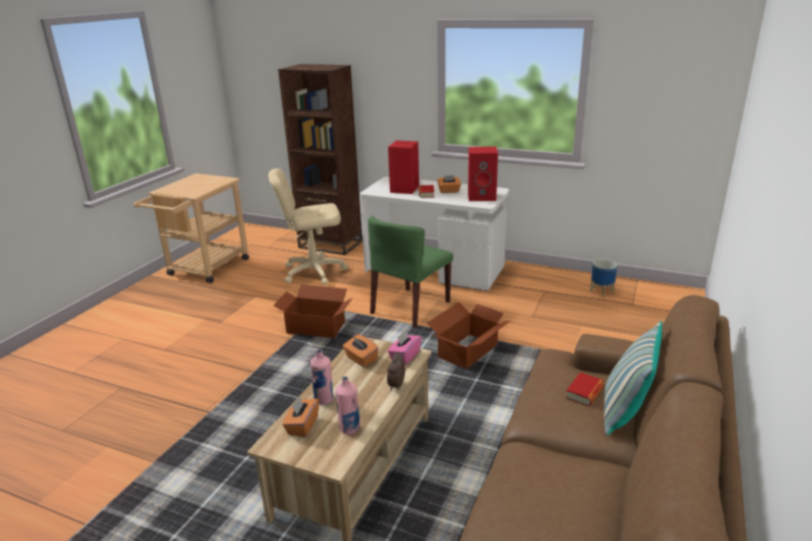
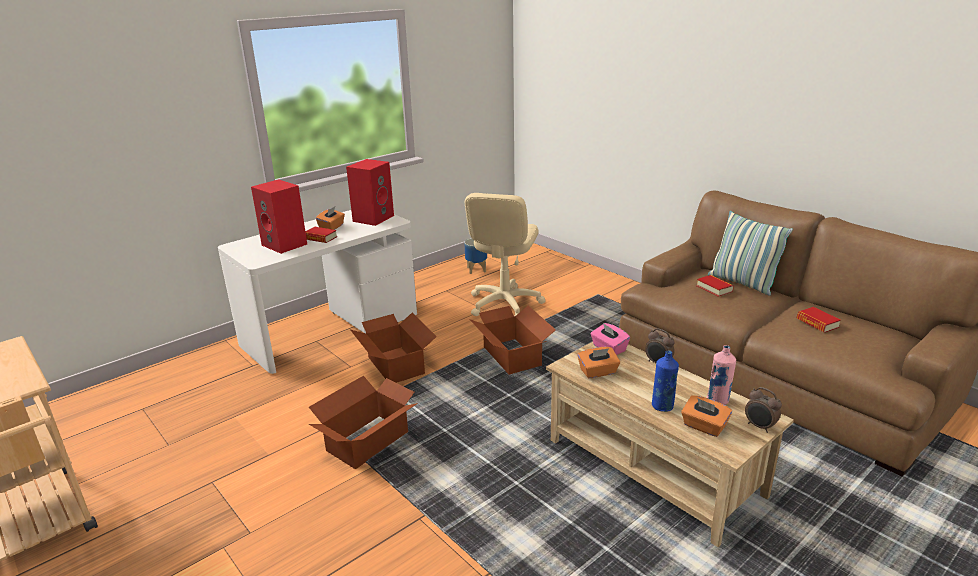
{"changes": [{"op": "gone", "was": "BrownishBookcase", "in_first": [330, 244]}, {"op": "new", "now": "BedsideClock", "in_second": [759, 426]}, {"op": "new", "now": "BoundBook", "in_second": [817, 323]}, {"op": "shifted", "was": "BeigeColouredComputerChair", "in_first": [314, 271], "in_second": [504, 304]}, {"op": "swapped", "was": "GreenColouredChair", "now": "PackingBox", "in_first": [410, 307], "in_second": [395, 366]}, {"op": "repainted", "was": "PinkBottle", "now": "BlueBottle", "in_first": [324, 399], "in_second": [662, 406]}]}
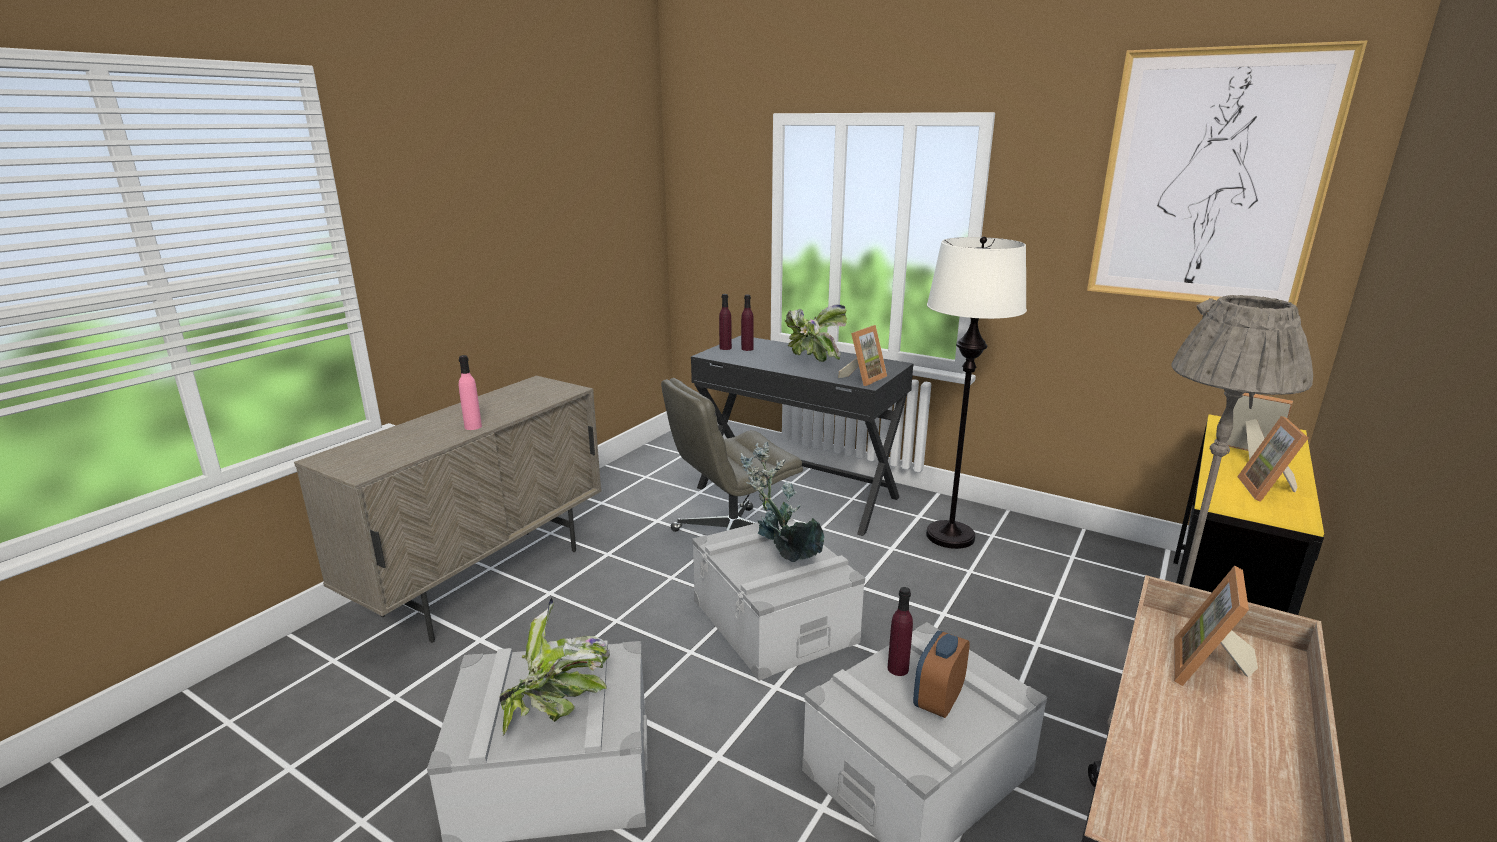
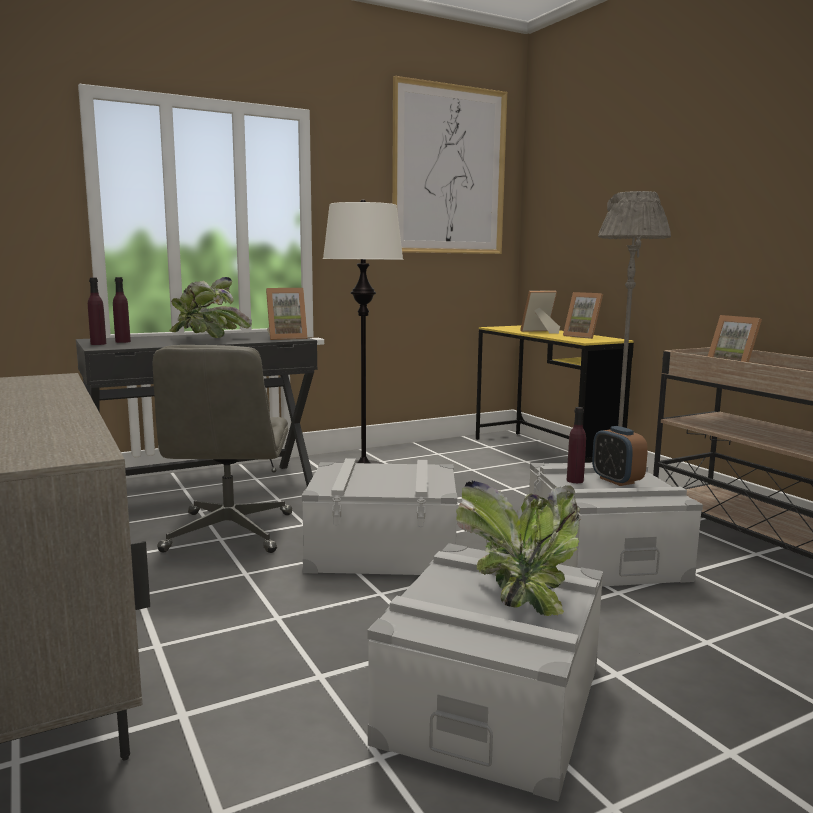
{"changes": [{"op": "gone", "was": "PinkBottle", "in_first": [473, 427]}, {"op": "gone", "was": "PottedPlant", "in_first": [782, 560]}, {"op": "rotated", "was": "PhotoFrame", "in_first": [863, 379], "in_second": [286, 338], "clockwise": 90}]}
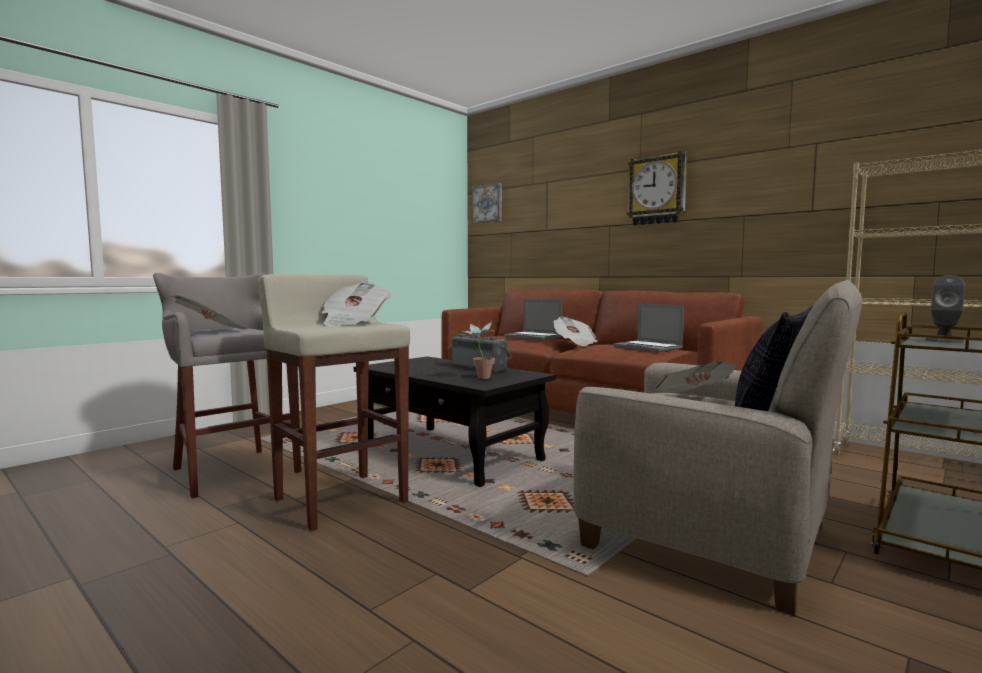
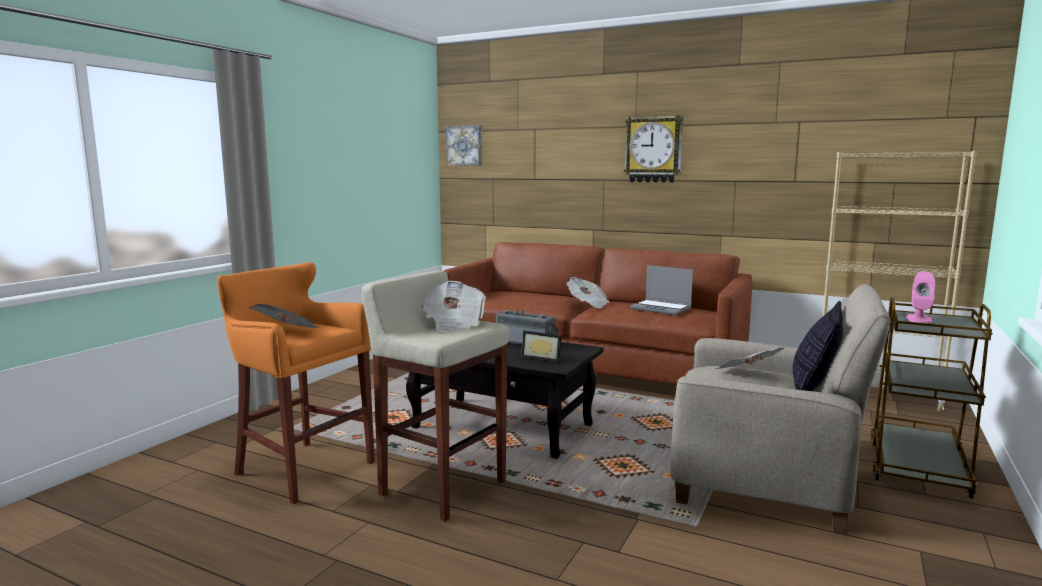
{"changes": [{"op": "gone", "was": "NotebookComputer", "in_first": [534, 337]}, {"op": "swapped", "was": "PottedPlant", "now": "PhotoFrame", "in_first": [479, 378], "in_second": [542, 358]}, {"op": "repainted", "was": "GraySittingStool", "now": "OrangeColouredSittingStool", "in_first": [232, 470], "in_second": [301, 468]}, {"op": "repainted", "was": "GrayLoudspeaker", "now": "PinkLoudspeaker", "in_first": [943, 340], "in_second": [919, 319]}]}
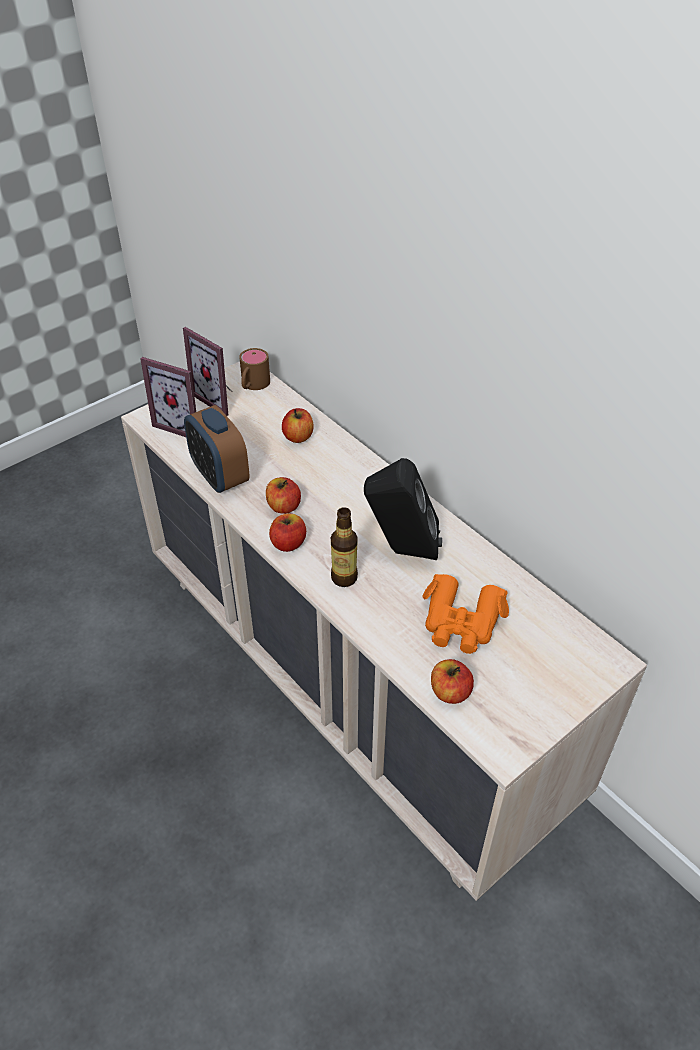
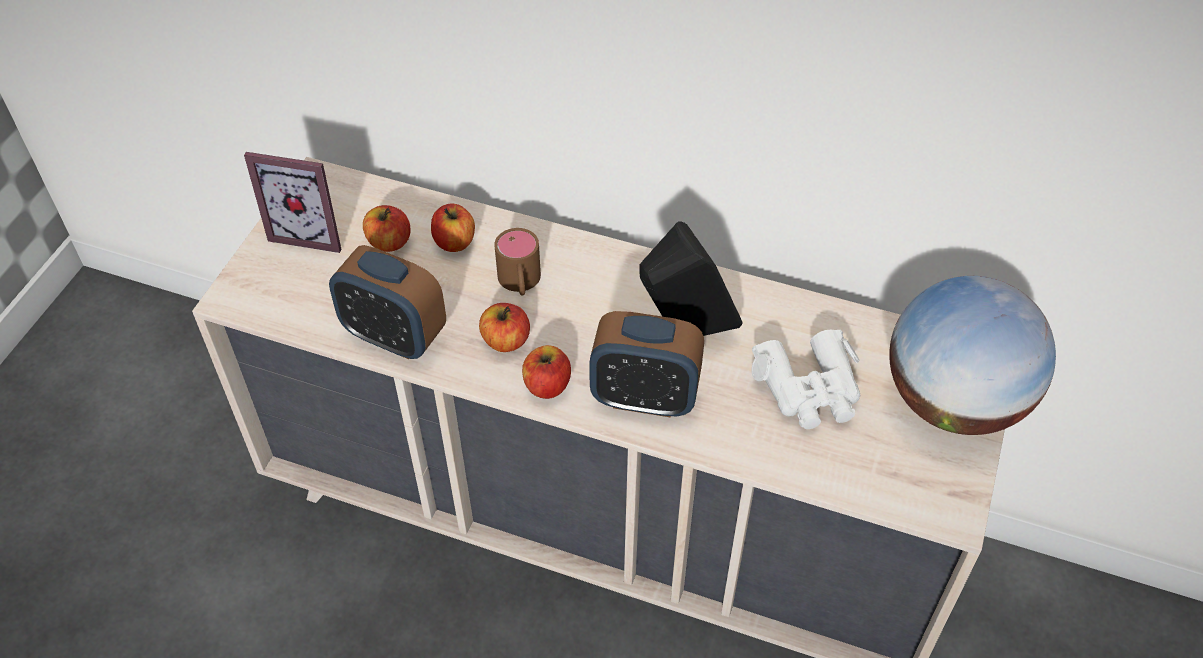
{"changes": [{"op": "gone", "was": "PhotoFrame", "in_first": [183, 424]}, {"op": "new", "now": "DeskGlobe", "in_second": [953, 401]}, {"op": "shifted", "was": "BrownishMug", "in_first": [253, 385], "in_second": [520, 283]}, {"op": "shifted", "was": "Apple", "in_first": [450, 692], "in_second": [389, 242]}, {"op": "swapped", "was": "Bottle", "now": "BedsideClock", "in_first": [344, 578], "in_second": [644, 397]}, {"op": "repainted", "was": "OrangeColouredPairOfBinoculars", "now": "WhitePairOfBinoculars", "in_first": [461, 622], "in_second": [809, 389]}]}
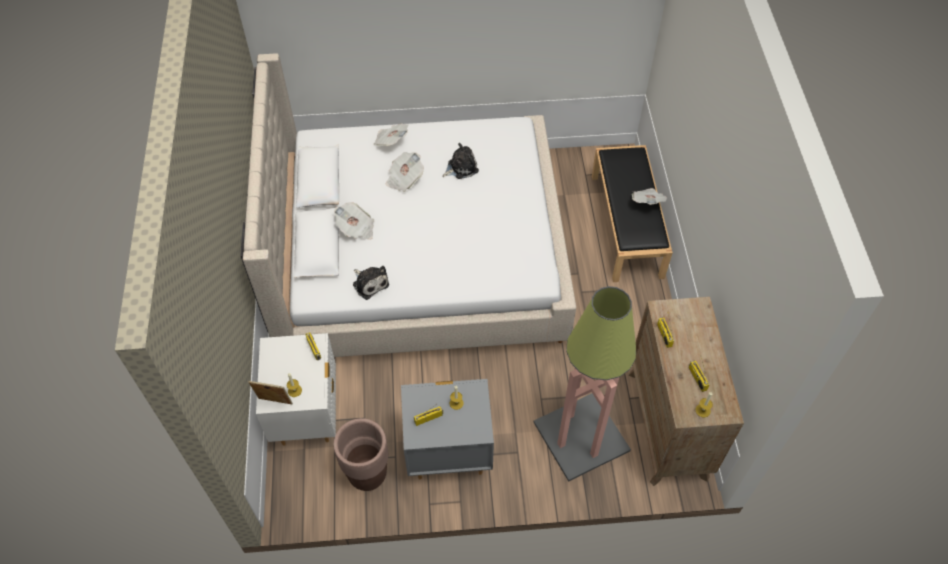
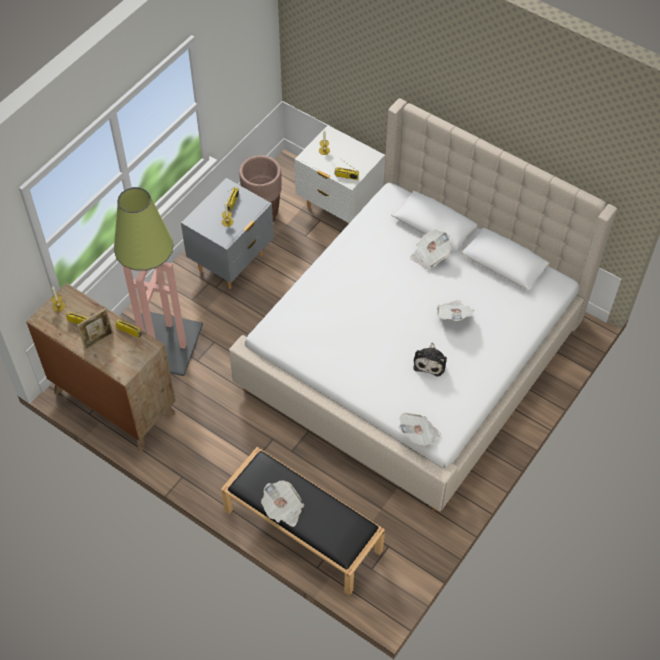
{"changes": [{"op": "gone", "was": "PlushToy", "in_first": [370, 283]}, {"op": "shifted", "was": "PhotoFrame", "in_first": [274, 402], "in_second": [98, 340]}, {"op": "shifted", "was": "PrintedPaper", "in_first": [391, 141], "in_second": [419, 434]}]}
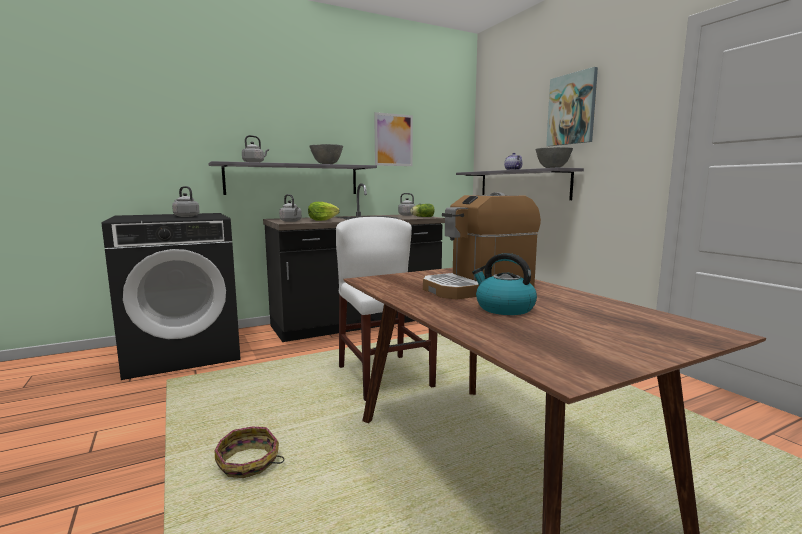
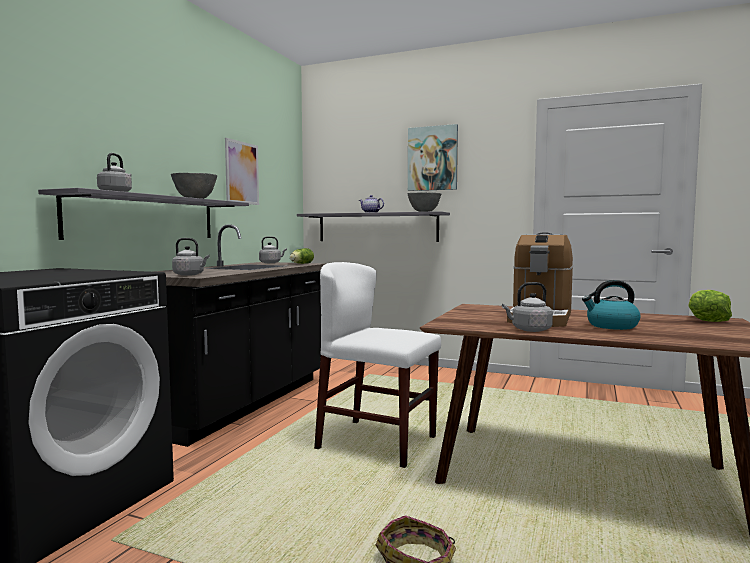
{"changes": [{"op": "shifted", "was": "GrayTeaKettle", "in_first": [185, 216], "in_second": [529, 330]}, {"op": "shifted", "was": "Lettuce", "in_first": [322, 220], "in_second": [706, 320]}]}
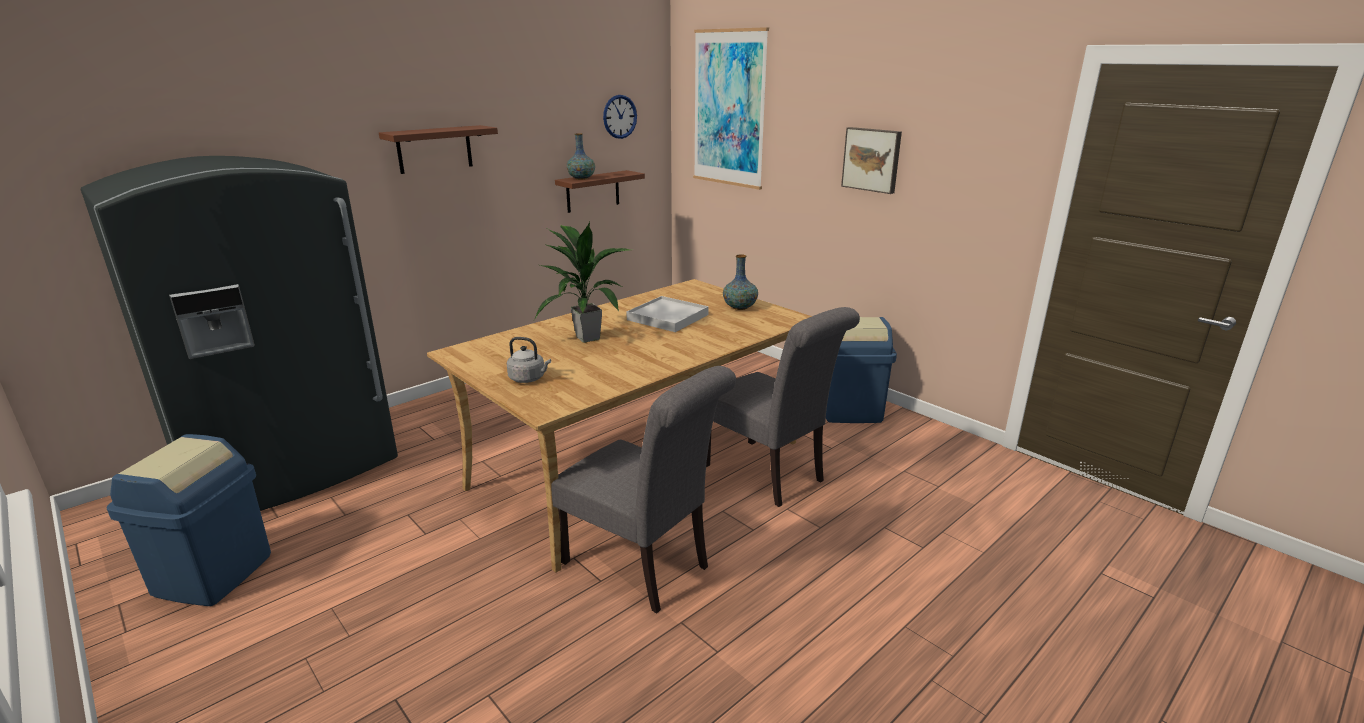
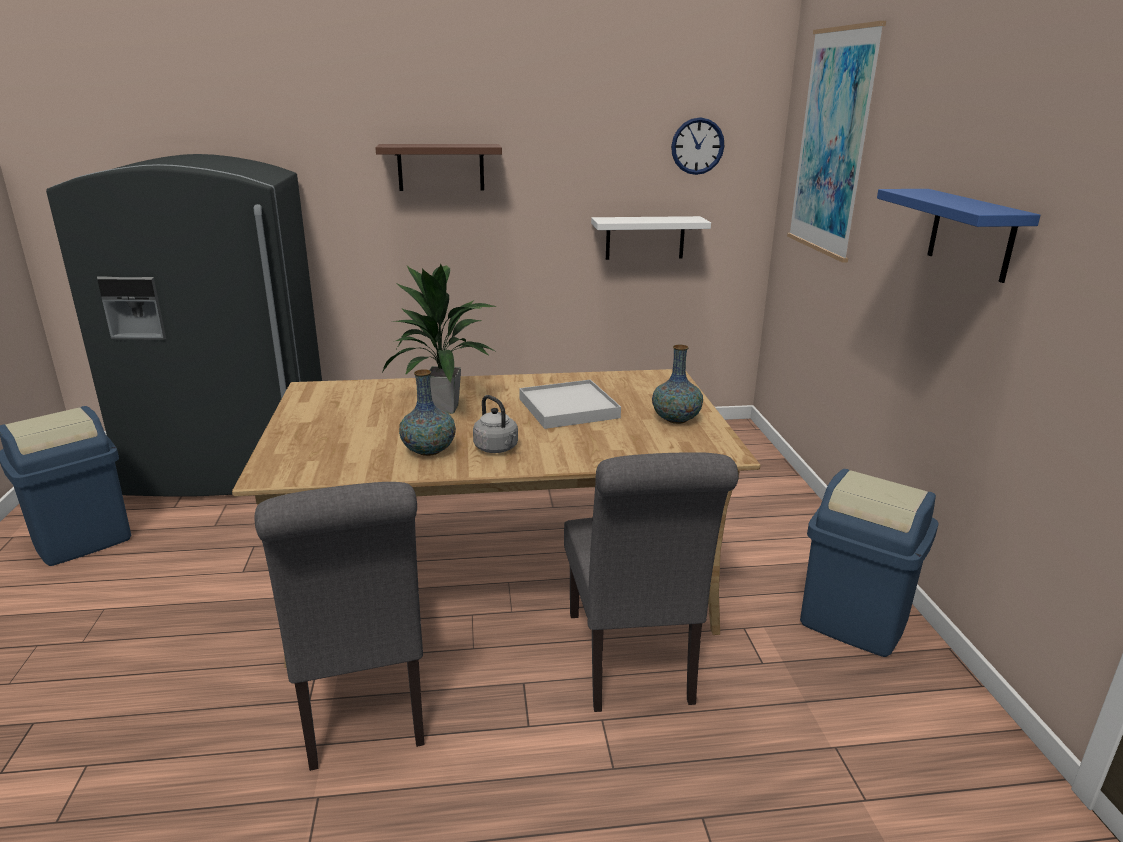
{"changes": [{"op": "shifted", "was": "GrayTeaKettle", "in_first": [529, 379], "in_second": [497, 448]}, {"op": "shifted", "was": "Vase", "in_first": [581, 178], "in_second": [429, 450]}, {"op": "swapped", "was": "Picture", "now": "BlueWallShelf", "in_first": [872, 159], "in_second": [971, 234]}, {"op": "repainted", "was": "BrownishWallShelf", "now": "WhiteWallShelf", "in_first": [593, 191], "in_second": [645, 237]}]}
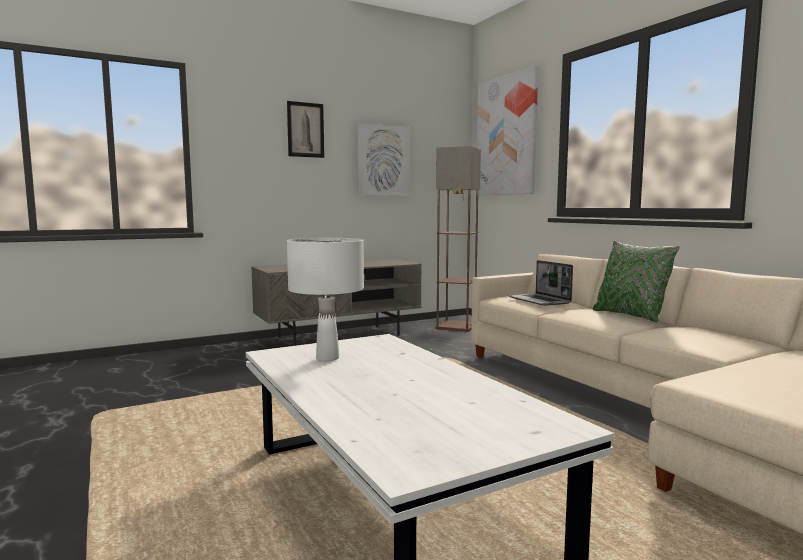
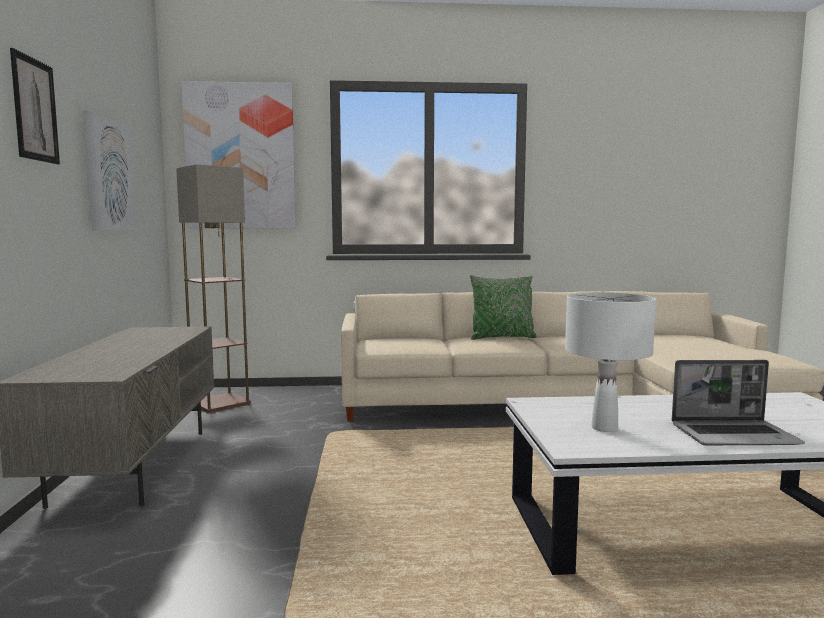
{"changes": [{"op": "shifted", "was": "NotebookComputer", "in_first": [540, 301], "in_second": [735, 435]}]}
